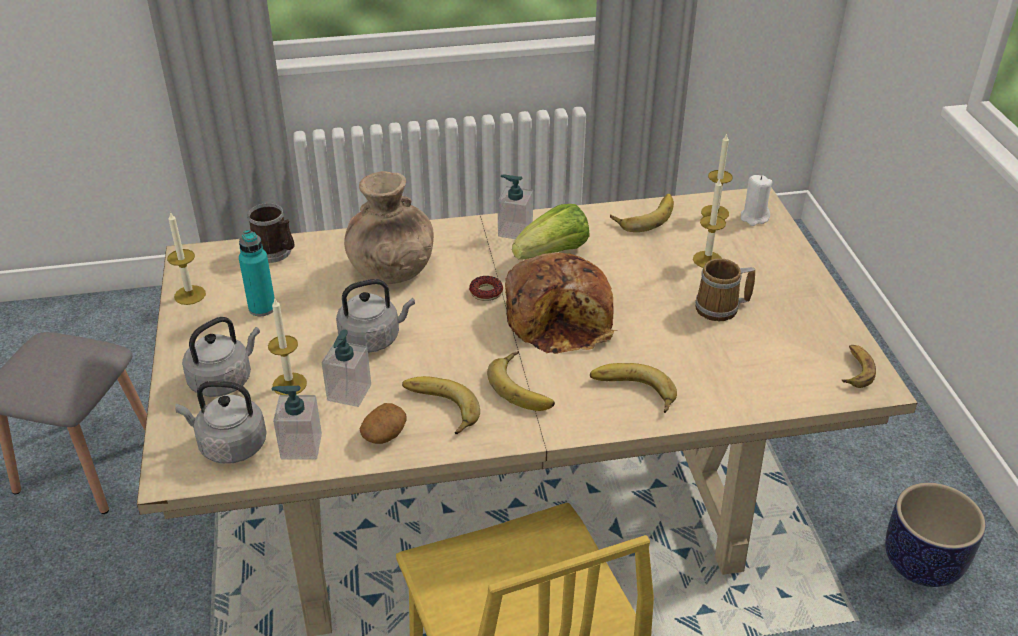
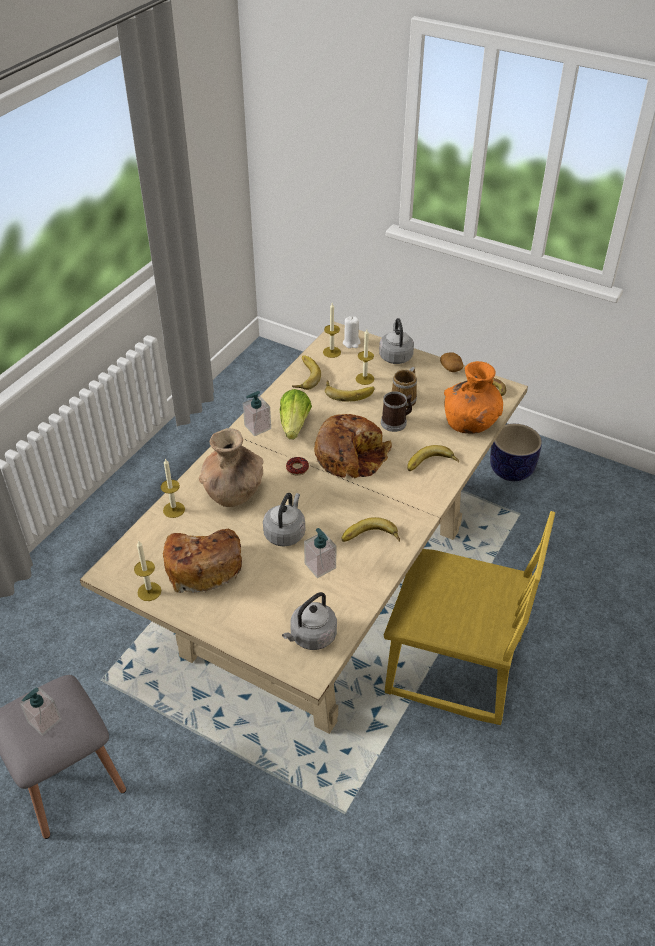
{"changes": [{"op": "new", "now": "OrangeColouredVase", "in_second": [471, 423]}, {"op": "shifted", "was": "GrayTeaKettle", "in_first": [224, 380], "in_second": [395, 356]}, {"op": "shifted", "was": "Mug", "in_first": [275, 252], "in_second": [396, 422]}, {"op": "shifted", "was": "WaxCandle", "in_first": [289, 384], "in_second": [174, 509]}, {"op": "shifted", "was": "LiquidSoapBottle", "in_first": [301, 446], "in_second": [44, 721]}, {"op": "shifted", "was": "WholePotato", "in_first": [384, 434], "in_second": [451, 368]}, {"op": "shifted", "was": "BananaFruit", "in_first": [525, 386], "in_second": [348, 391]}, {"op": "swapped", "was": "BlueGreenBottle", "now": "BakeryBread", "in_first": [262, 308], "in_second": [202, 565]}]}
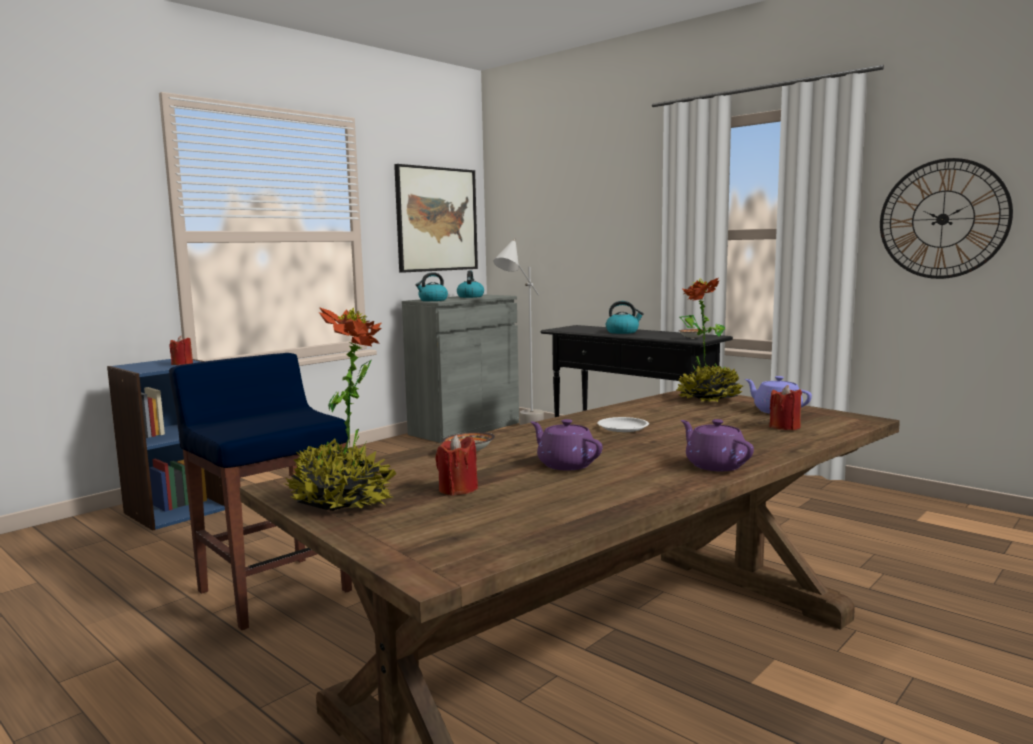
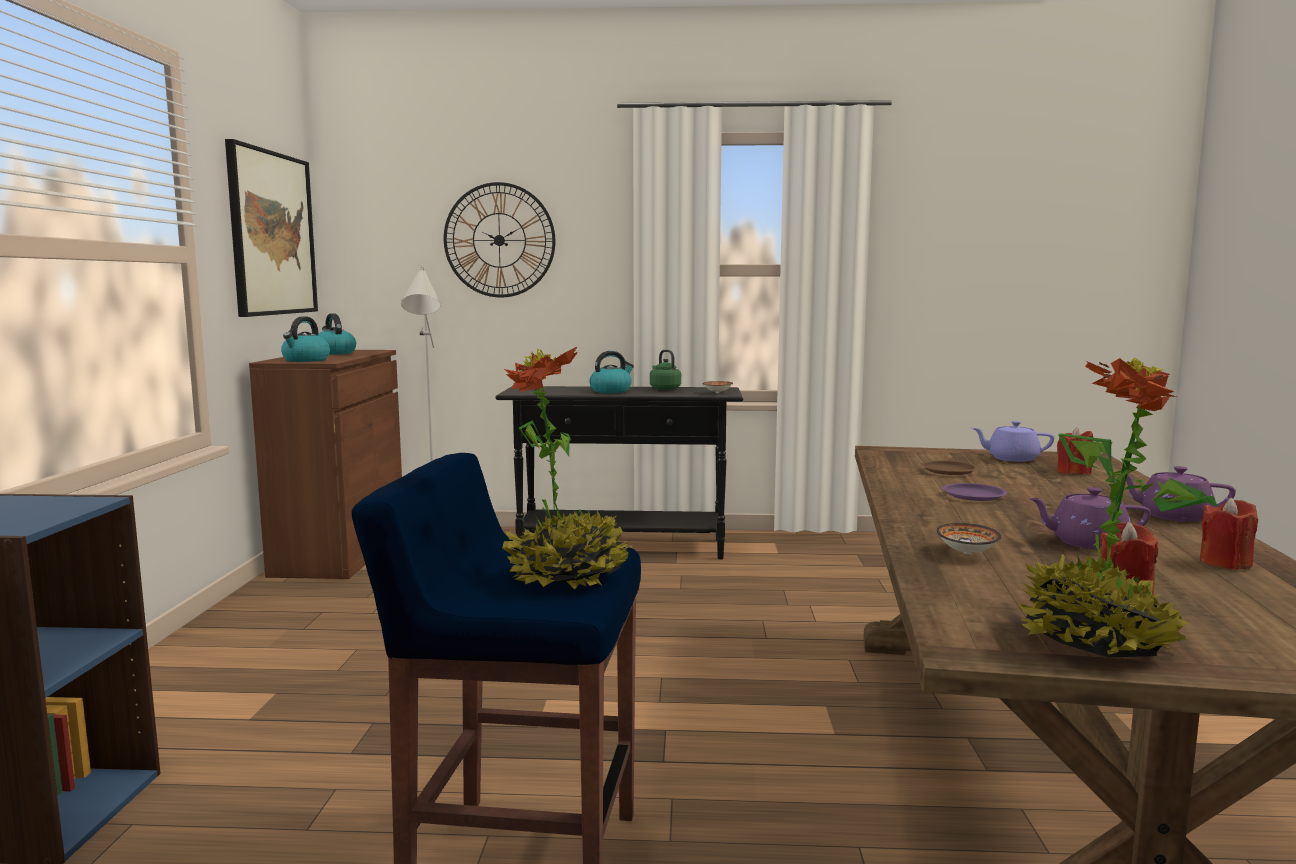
{"changes": [{"op": "new", "now": "GreenColouredTeaKettle", "in_second": [664, 388]}, {"op": "new", "now": "BrownishPlate", "in_second": [949, 471]}, {"op": "shifted", "was": "RedWaxCandle", "in_first": [182, 364], "in_second": [1225, 563]}, {"op": "shifted", "was": "PottedPlant", "in_first": [708, 399], "in_second": [566, 576]}, {"op": "shifted", "was": "WallClock", "in_first": [942, 219], "in_second": [499, 240]}, {"op": "repainted", "was": "GrayCupboard", "now": "BrownishCupboard", "in_first": [465, 428], "in_second": [340, 552]}, {"op": "repainted", "was": "WhitePlate", "now": "PurplePlate", "in_first": [622, 427], "in_second": [973, 496]}]}
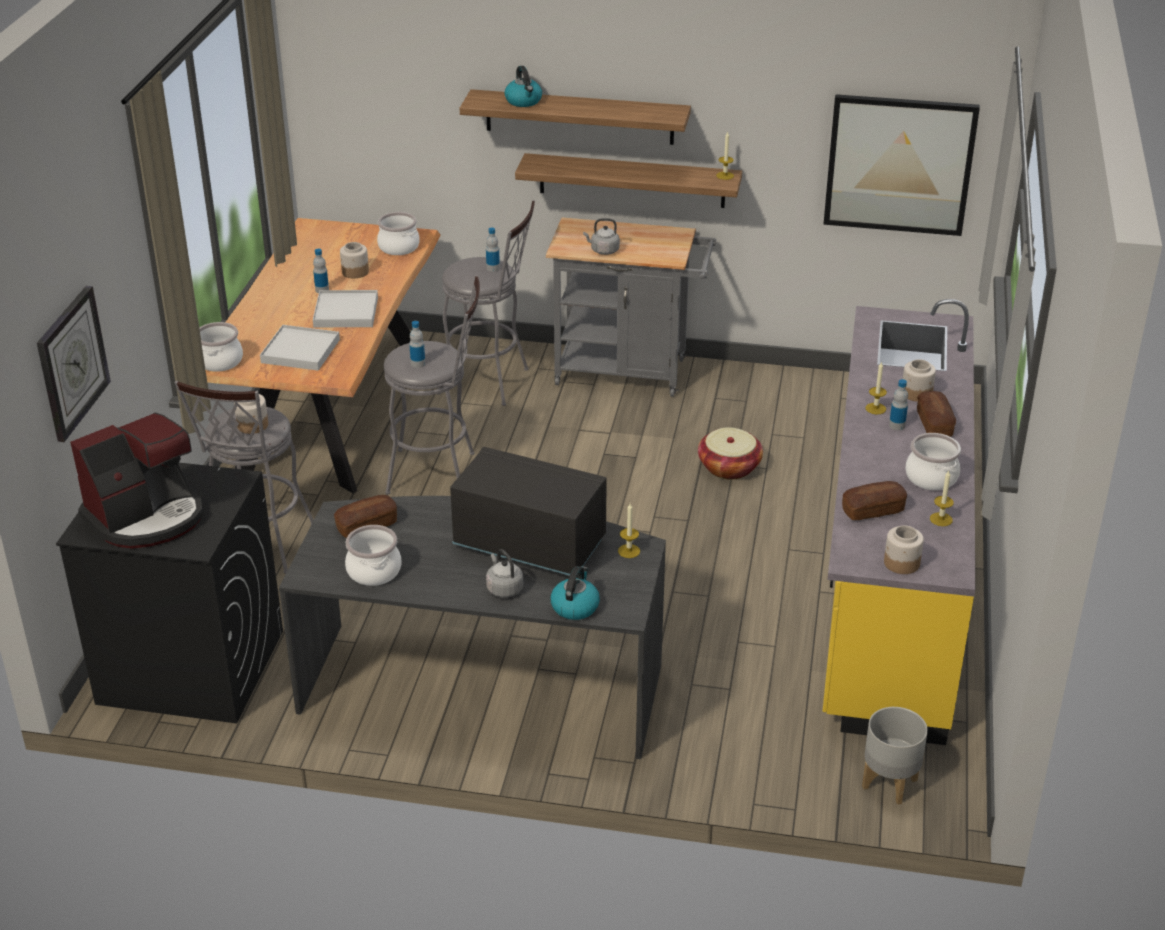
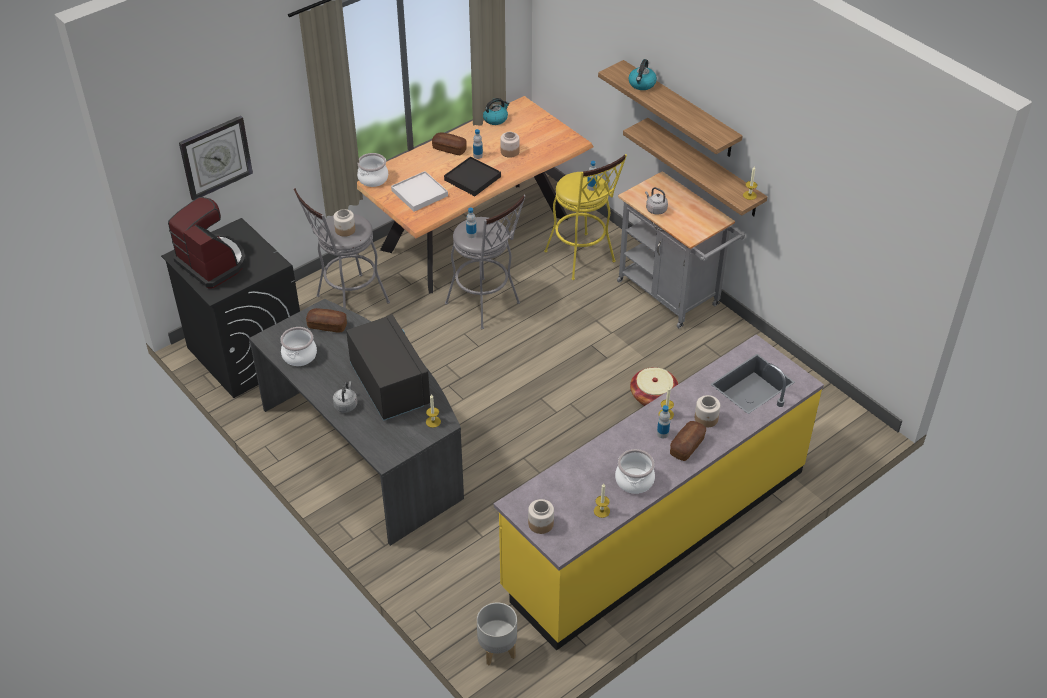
{"changes": [{"op": "gone", "was": "Stockpot", "in_first": [398, 247]}, {"op": "gone", "was": "Picture", "in_first": [899, 164]}, {"op": "shifted", "was": "TeaKettle", "in_first": [575, 606], "in_second": [495, 119]}, {"op": "shifted", "was": "BakeryBread", "in_first": [873, 510], "in_second": [449, 149]}, {"op": "repainted", "was": "WhiteTray", "now": "BlackTray", "in_first": [346, 312], "in_second": [472, 178]}, {"op": "repainted", "was": "GraySittingStool", "now": "YellowSittingStool", "in_first": [491, 383], "in_second": [583, 260]}, {"op": "rotated", "was": "CoffeeBrewer", "in_first": [147, 517], "in_second": [213, 263], "clockwise": -135}]}
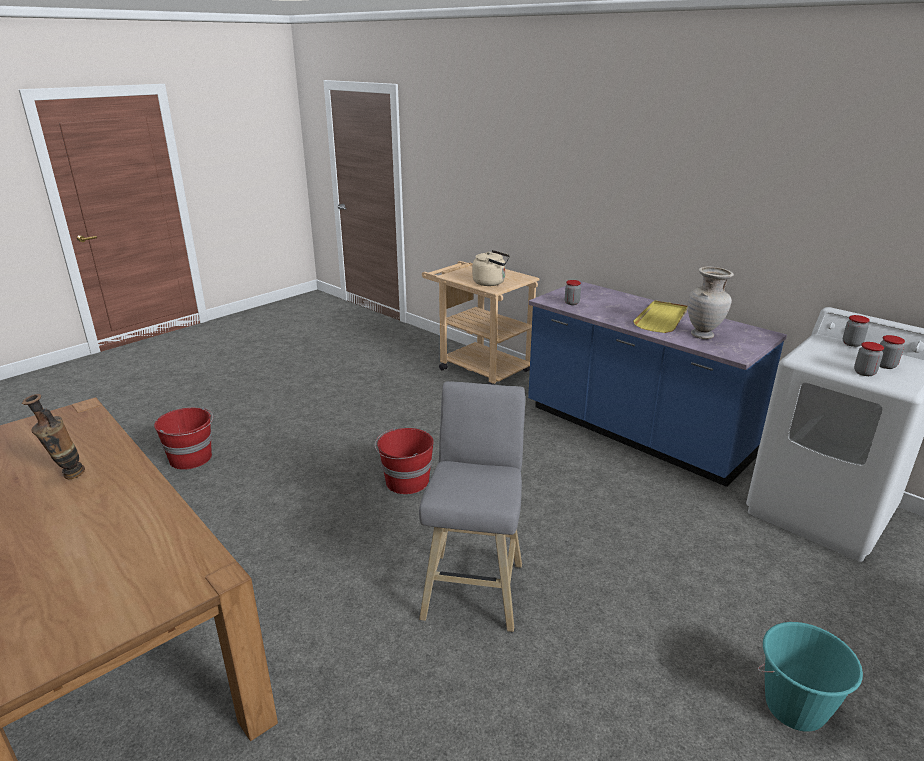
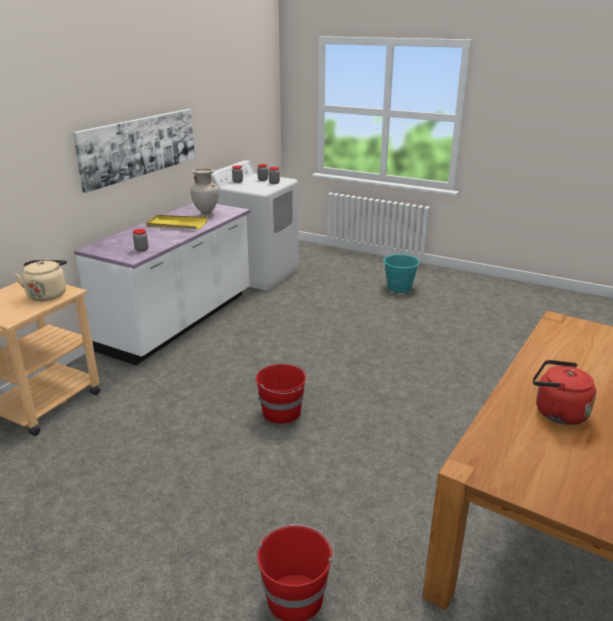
{"changes": [{"op": "gone", "was": "GraySittingStool", "in_first": [474, 586]}, {"op": "new", "now": "Picture", "in_second": [139, 146]}, {"op": "swapped", "was": "Vase", "now": "RedTeaKettle", "in_first": [67, 476], "in_second": [556, 412]}, {"op": "repainted", "was": "BlueKitchenBaseUnit", "now": "WhiteKitchenBaseUnit", "in_first": [634, 433], "in_second": [180, 322]}]}
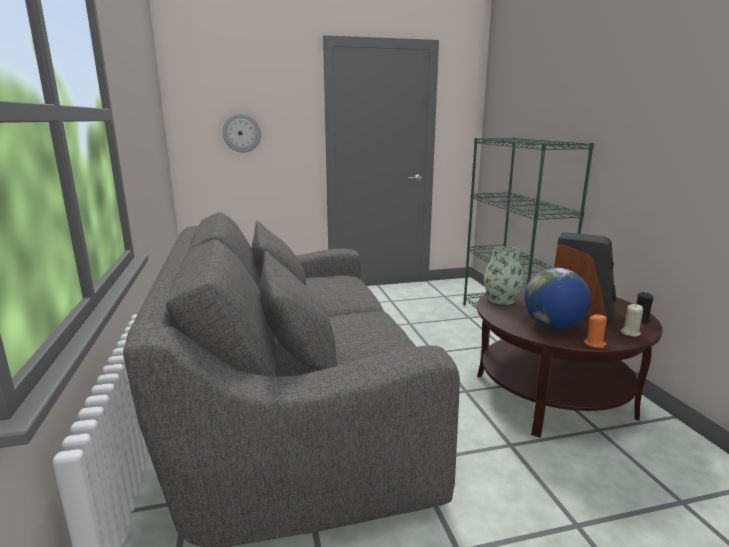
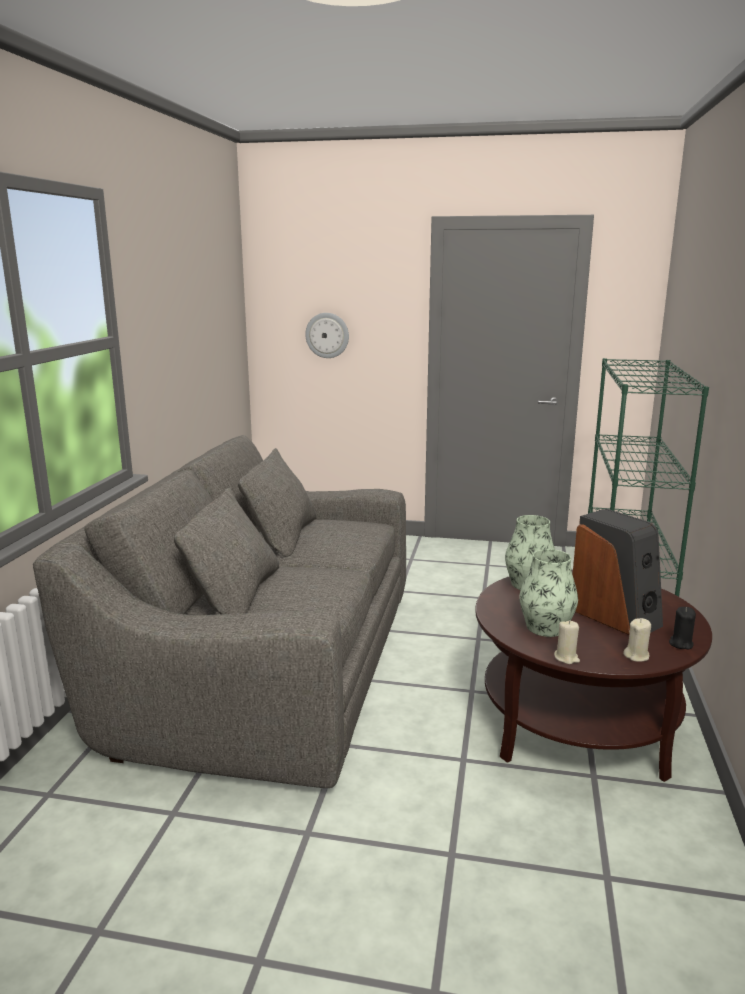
{"changes": [{"op": "swapped", "was": "DeskGlobe", "now": "Vase", "in_first": [553, 326], "in_second": [546, 627]}, {"op": "repainted", "was": "OrangeColouredWaxCandle", "now": "BeigeColouredWaxCandle", "in_first": [594, 344], "in_second": [566, 658]}]}
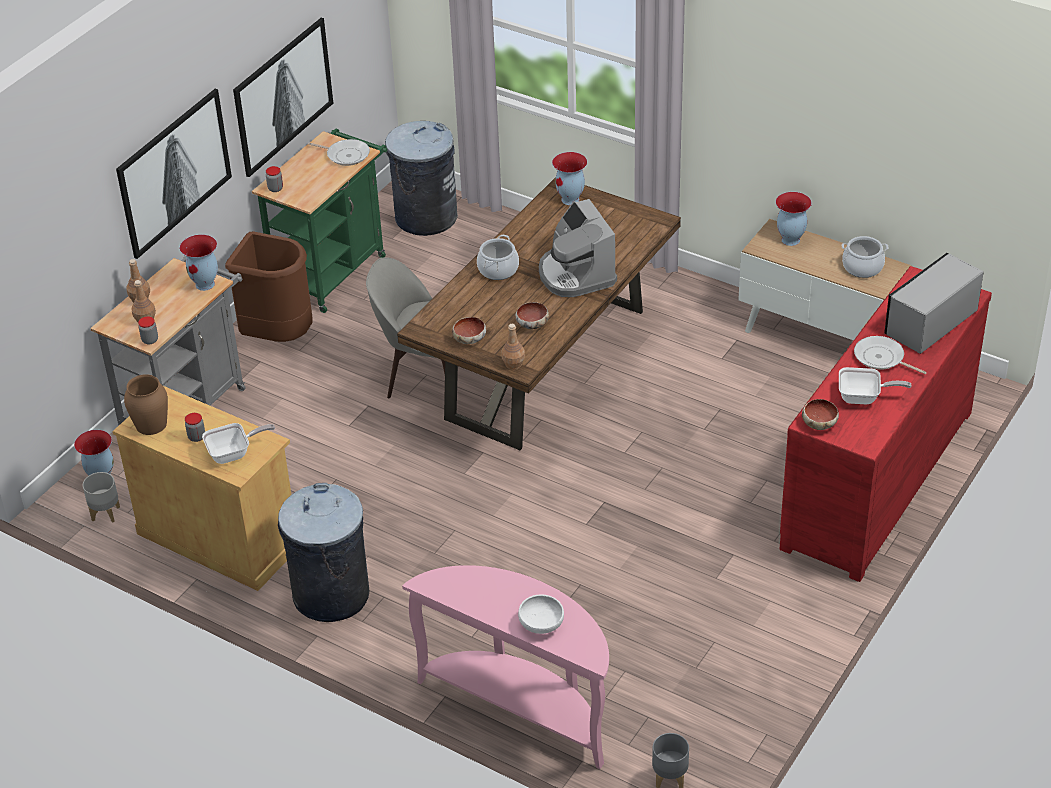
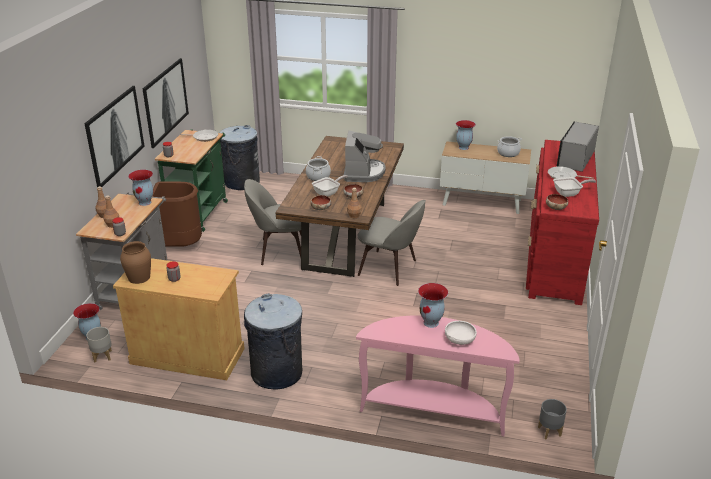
{"changes": [{"op": "new", "now": "GrayChair", "in_second": [390, 268]}, {"op": "shifted", "was": "Skillet", "in_first": [234, 453], "in_second": [328, 193]}, {"op": "shifted", "was": "Vase", "in_first": [570, 200], "in_second": [431, 323]}, {"op": "rotated", "was": "CoffeeBrewer", "in_first": [575, 274], "in_second": [363, 173], "clockwise": -135}]}
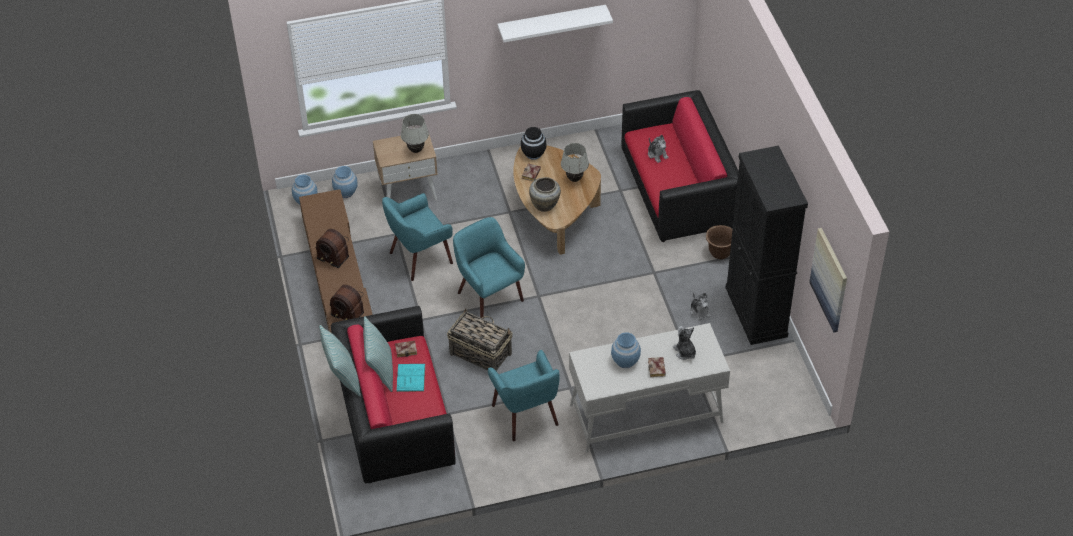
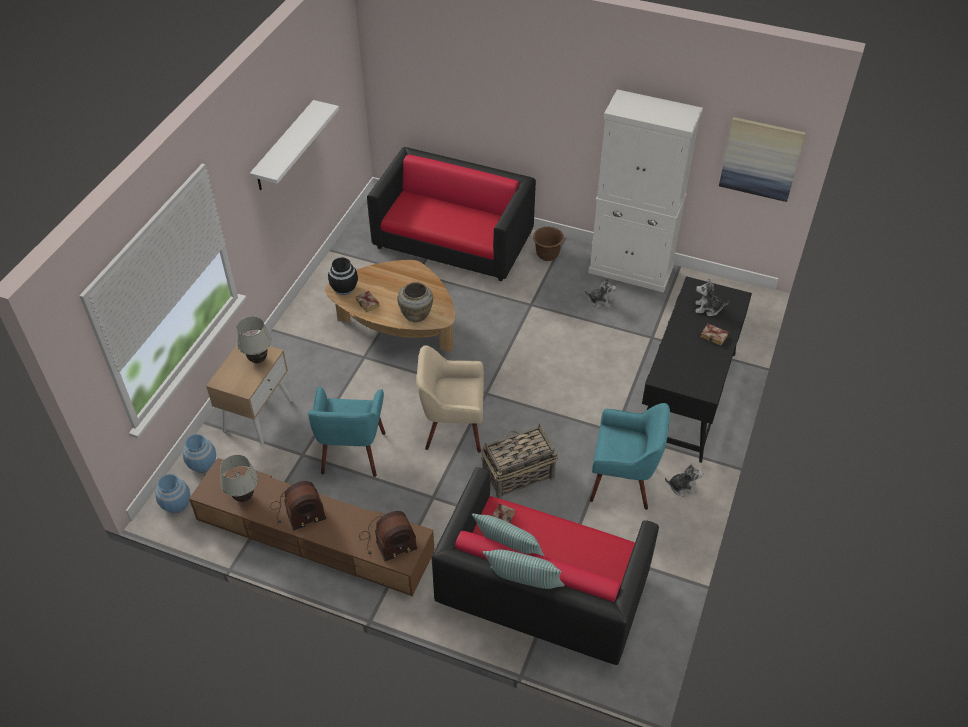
{"changes": [{"op": "gone", "was": "BlueGreenBoundBook", "in_first": [411, 377]}, {"op": "gone", "was": "BlueVase", "in_first": [625, 361]}, {"op": "shifted", "was": "WhiteTabletopLamp", "in_first": [574, 179], "in_second": [243, 497]}, {"op": "shifted", "was": "PlushToy", "in_first": [657, 154], "in_second": [682, 487]}, {"op": "repainted", "was": "BlueGreenEasyChair", "now": "BeigeColouredEasyChair", "in_first": [489, 296], "in_second": [453, 428]}, {"op": "repainted", "was": "WhiteDeskTable", "now": "BlackDeskTable", "in_first": [645, 413], "in_second": [686, 397]}, {"op": "repainted", "was": "BlackCupboard", "now": "WhiteCupboard", "in_first": [756, 312], "in_second": [631, 270]}]}
